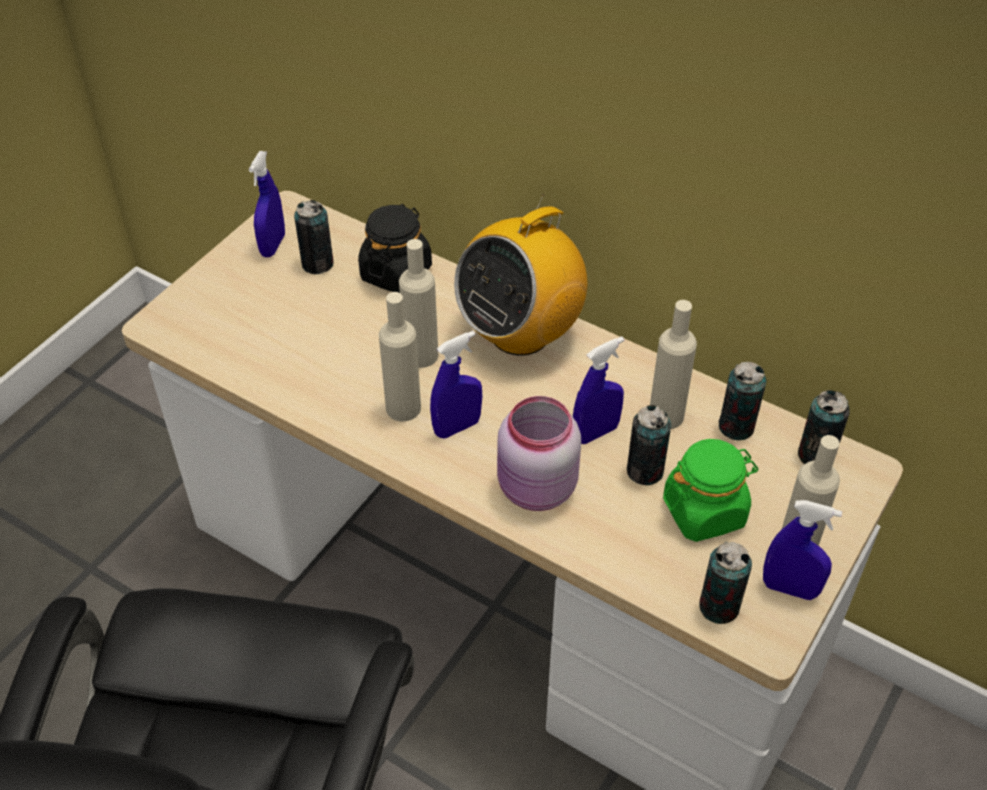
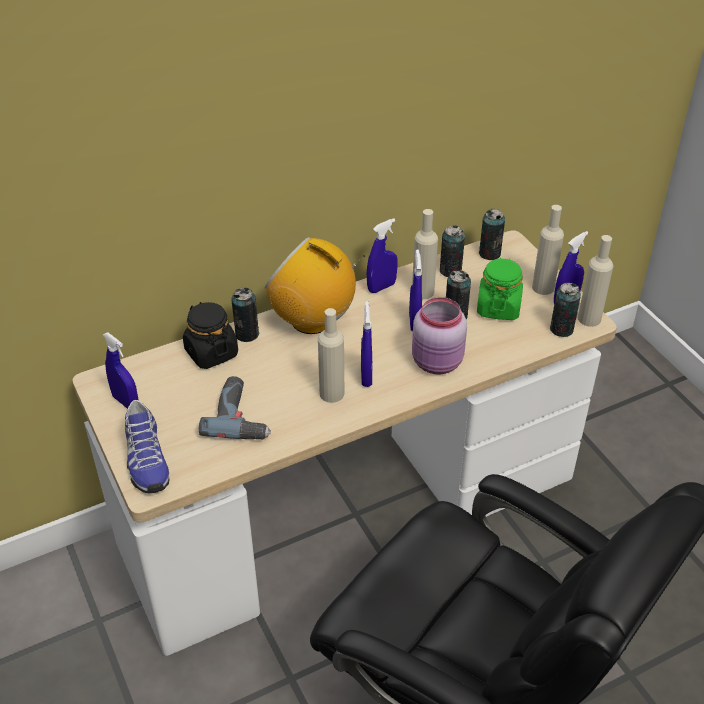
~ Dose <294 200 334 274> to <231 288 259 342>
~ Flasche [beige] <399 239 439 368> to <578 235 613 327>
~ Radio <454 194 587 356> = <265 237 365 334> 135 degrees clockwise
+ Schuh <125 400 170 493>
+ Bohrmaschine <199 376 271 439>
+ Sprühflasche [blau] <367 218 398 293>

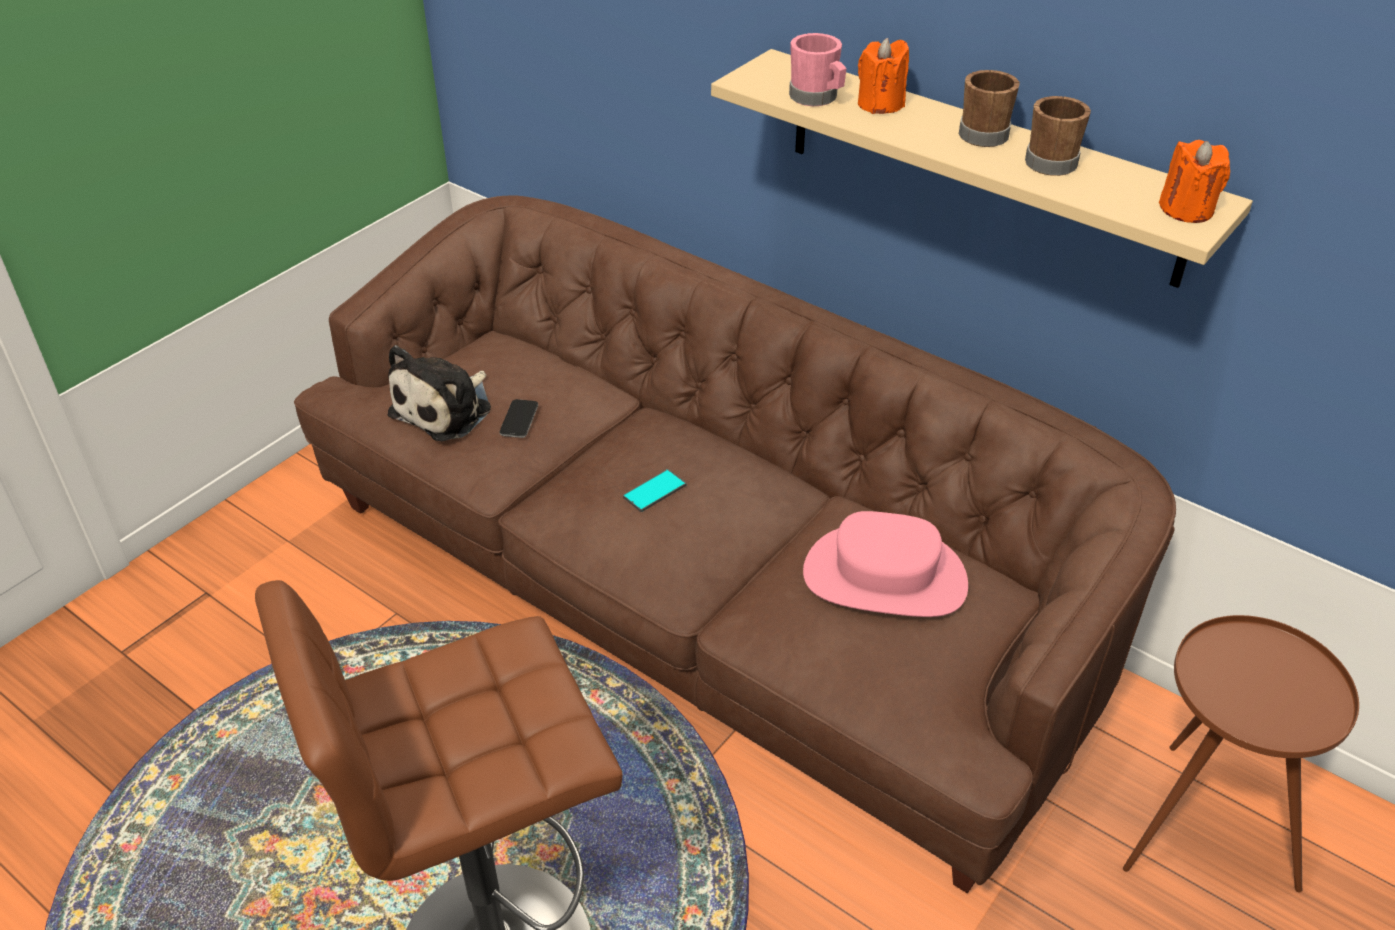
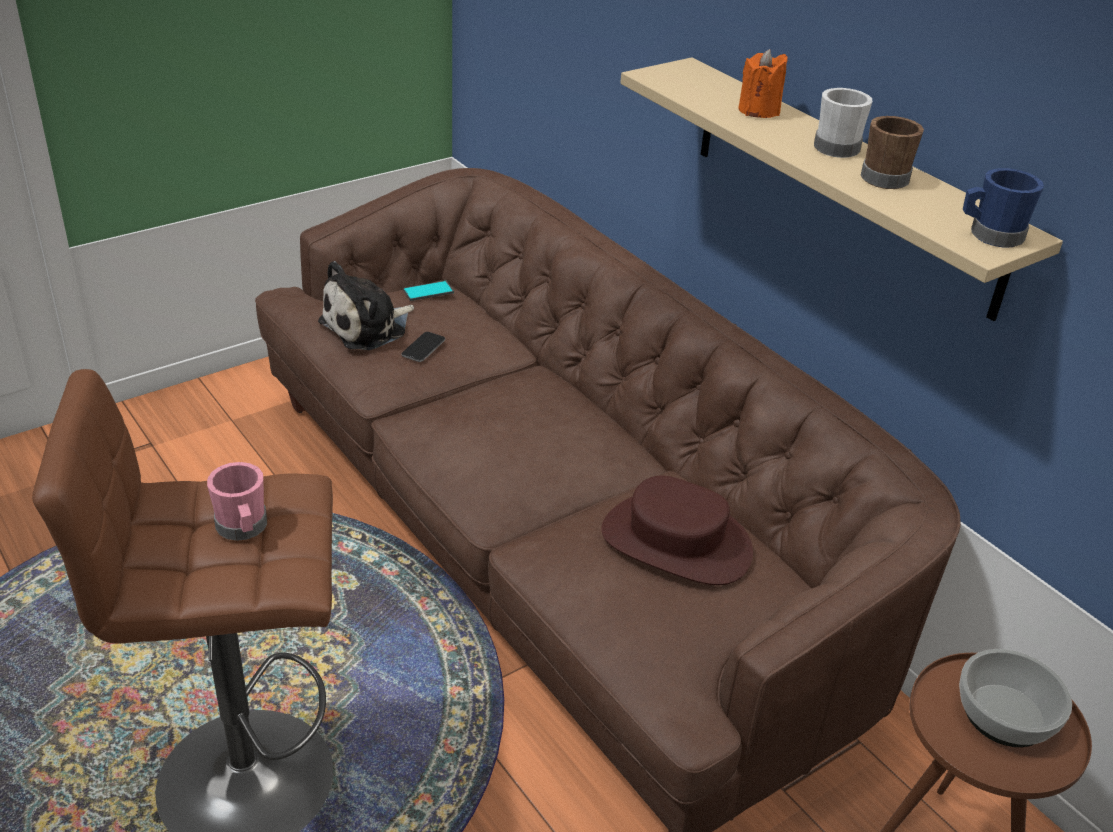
~ Handy <623 469 687 512> to <403 281 454 301>
~ Henkelbecher [rosa] <789 33 847 106> to <207 462 267 541>
~ Hut [rosa] <803 511 968 617> to Hut [braun] <601 476 753 585>
~ Henkelbecher [braun] <959 70 1020 147> to Henkelbecher [weiß] <814 88 872 158>
~ Kerze [orange] <1159 140 1230 223> to Henkelbecher [blau] <963 168 1044 248>
+ Schüssel <959 649 1072 747>

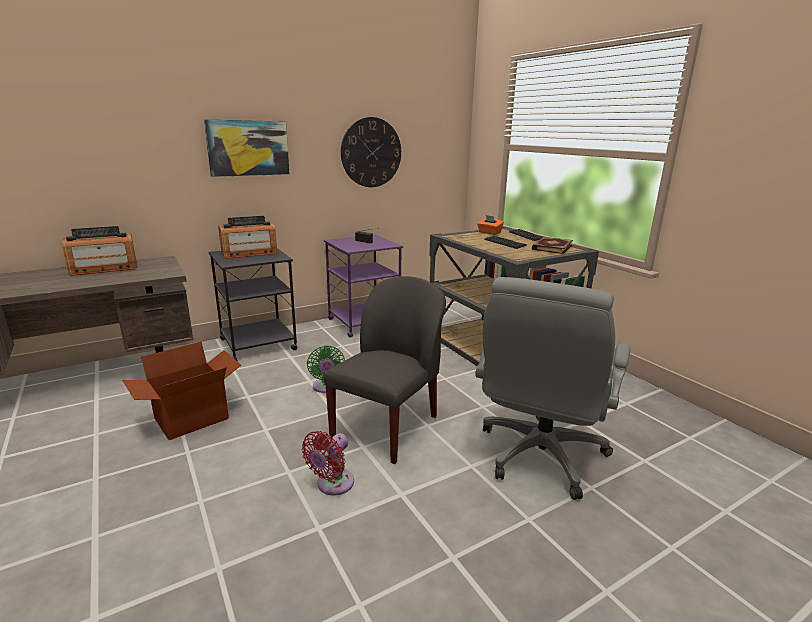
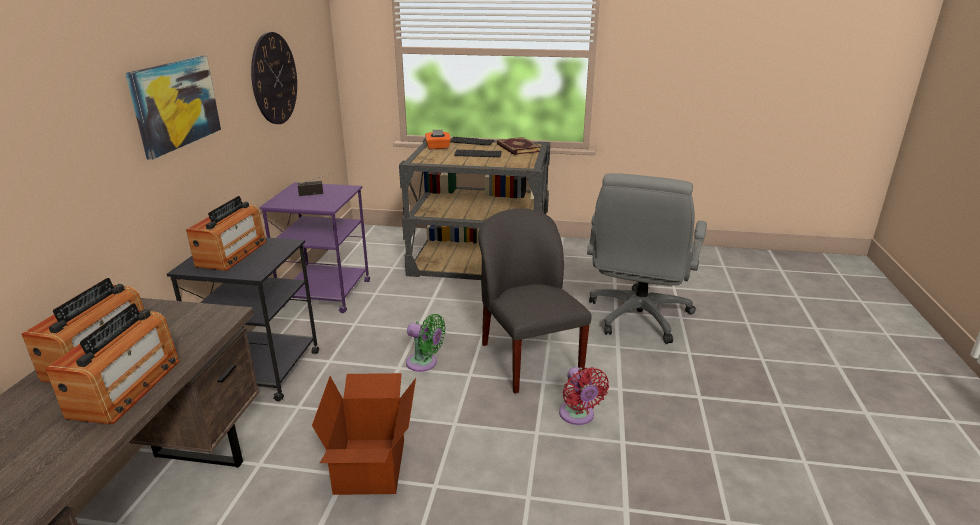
~ Bürostuhl [grau] <475 277 630 500> = <587 173 707 344> 45 degrees clockwise
+ Radio <45 303 180 424>

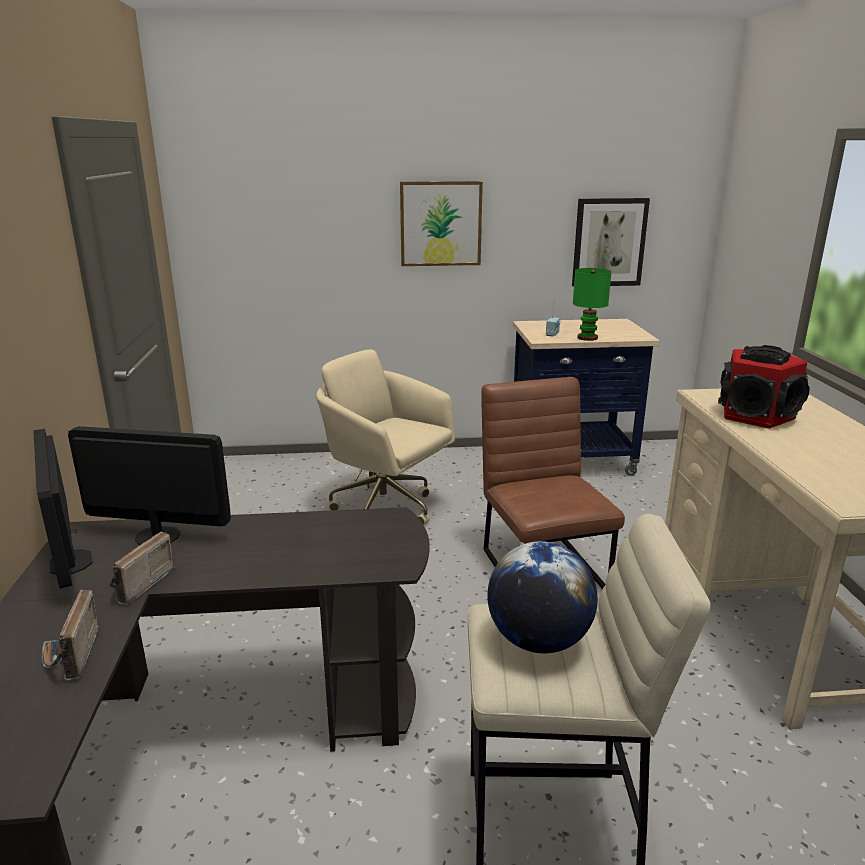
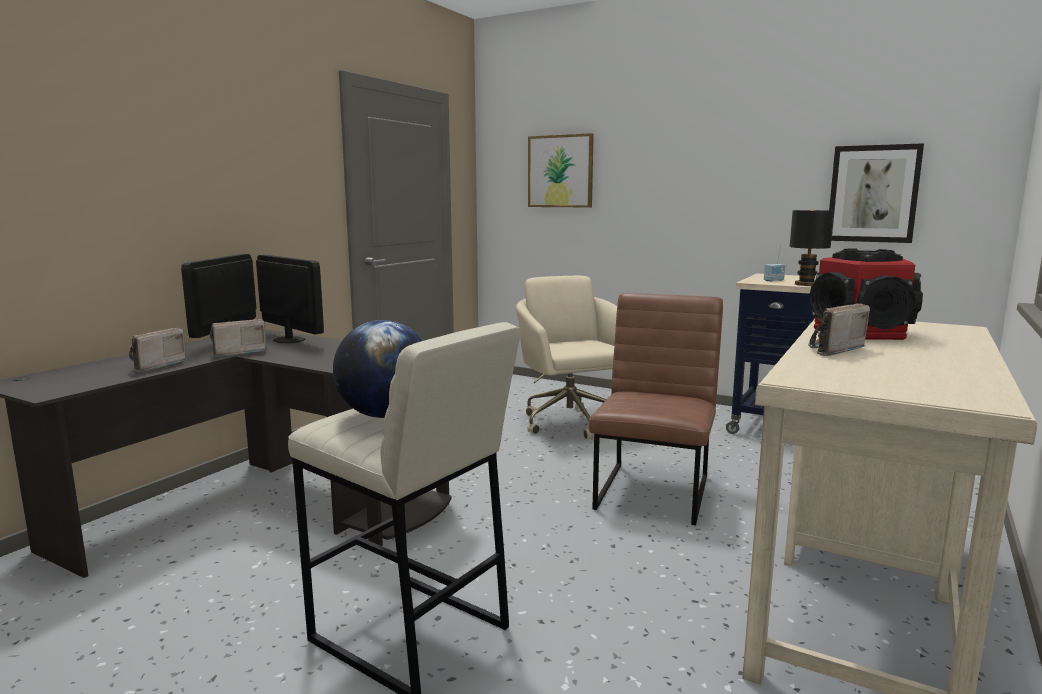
~ Bild <400 181 483 266> to <528 133 594 208>
~ Tischlampe [grün] <573 268 612 341> to Tischlampe [schwarz] <789 210 834 286>
+ Radio <808 303 870 356>

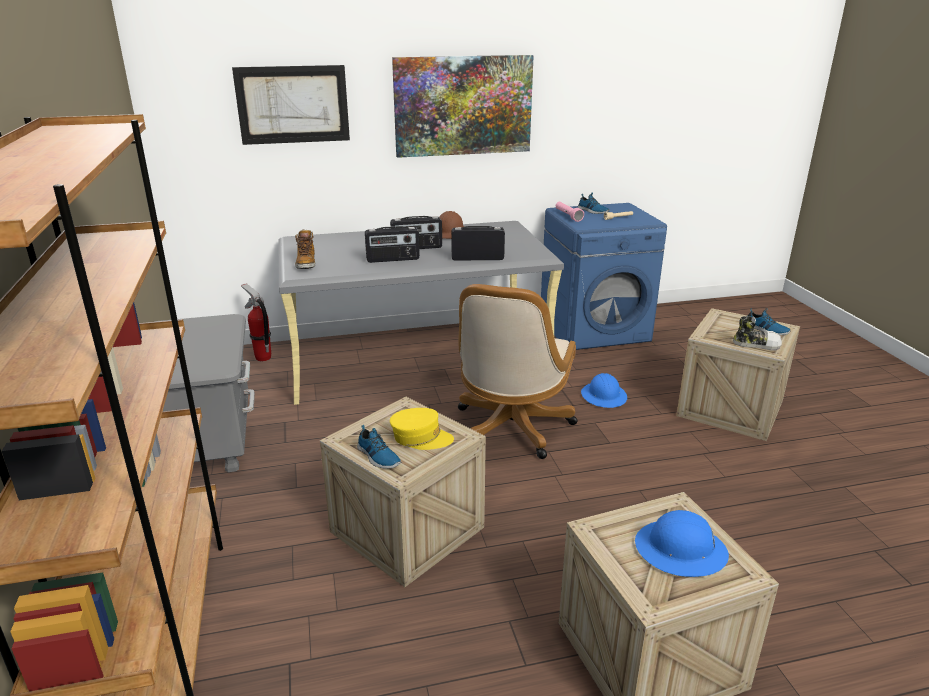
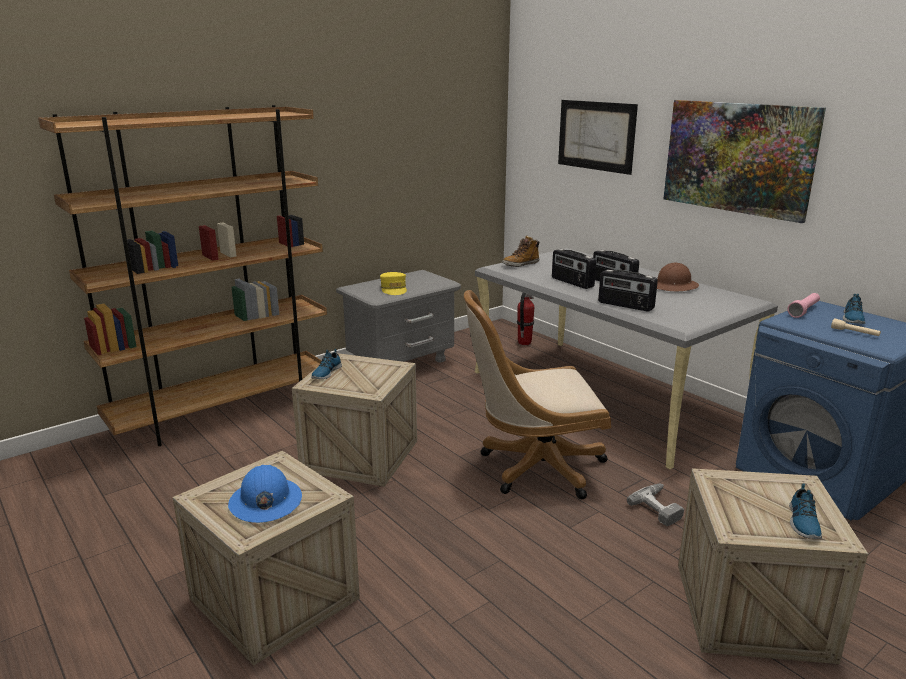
~ Kappe [gelb] <390 408 454 450> to <380 272 407 295>
~ Radio <451 226 505 261> = <598 270 658 312> 150 degrees clockwise
~ Schutzhelm [blau] <581 373 627 408> to Bohrmaschine <627 484 684 526>
- Schuh <733 316 782 350>

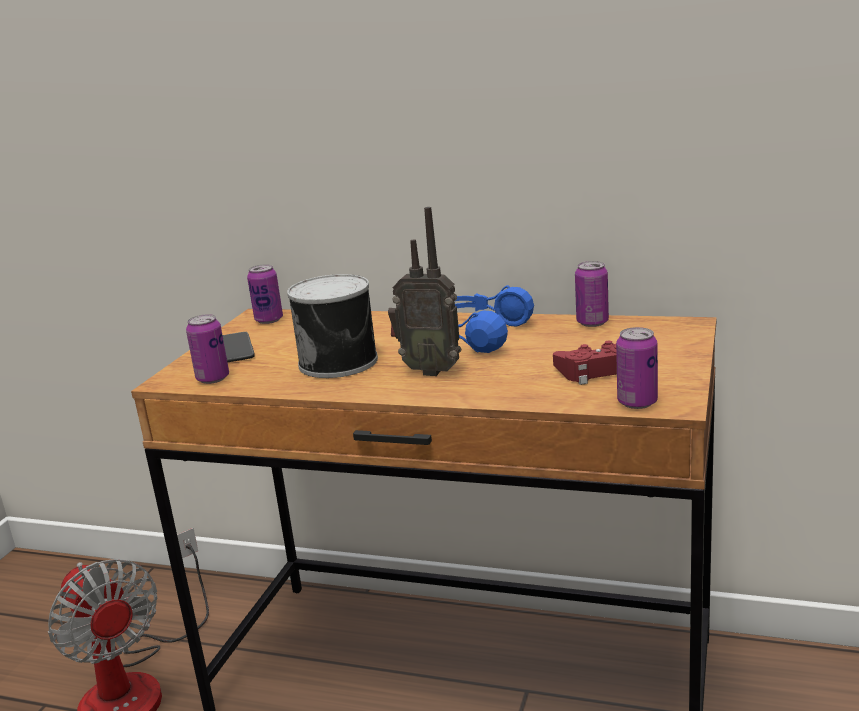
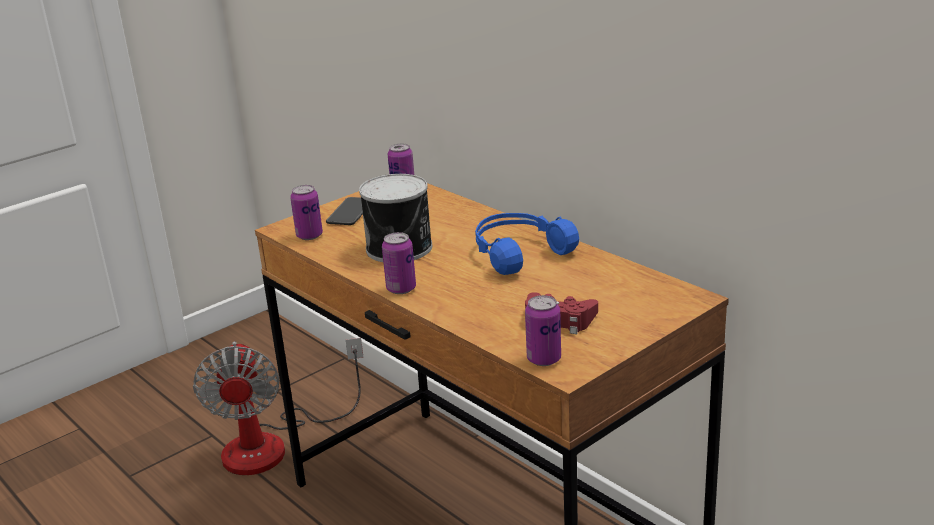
- Radio <388 207 461 376>
~ Dose <575 261 609 327> to <382 232 416 294>

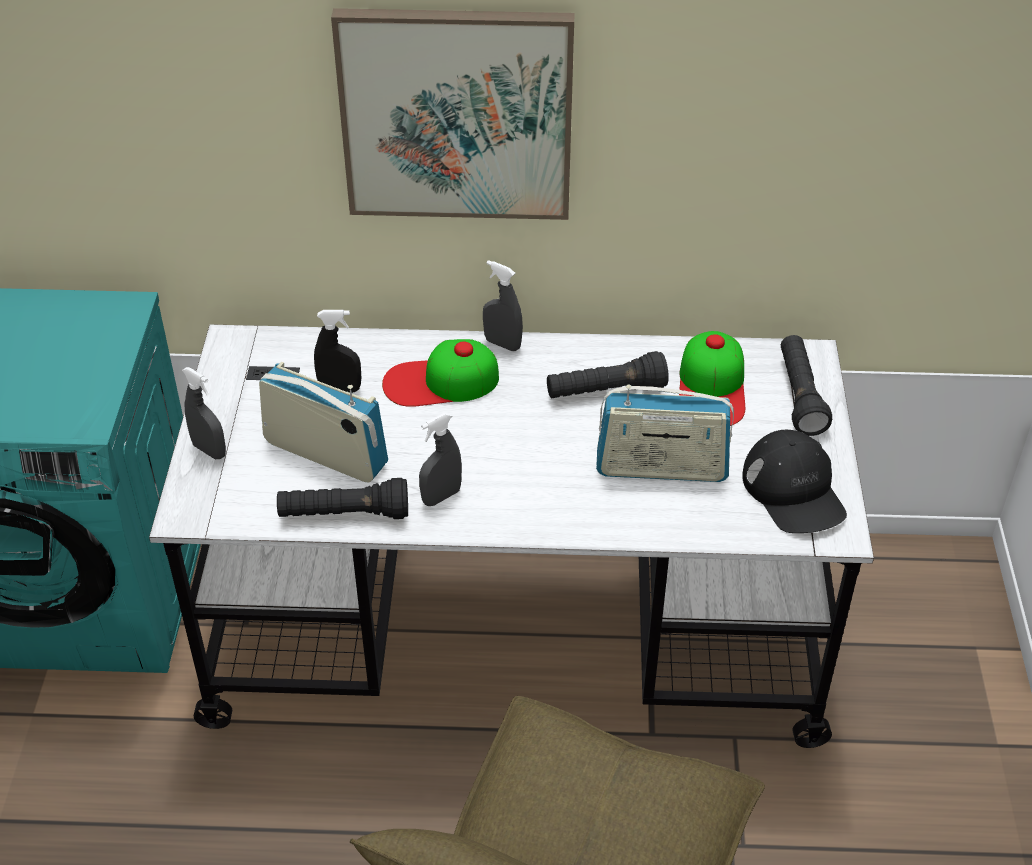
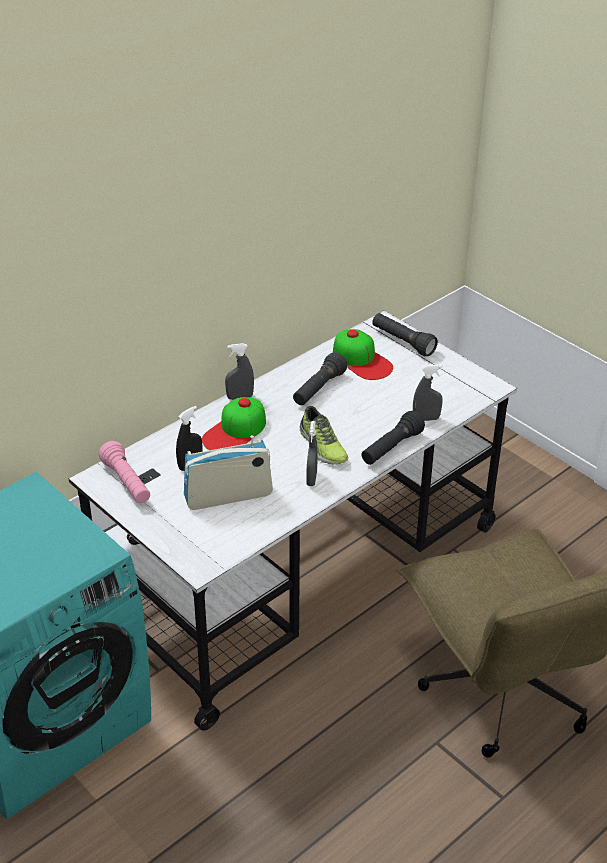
~ Sprühflasche [grau] <182 367 226 459> to <413 365 443 421>
~ Taschenlampe [schwarz] <277 478 408 519> to <361 411 425 465>
- Bild <331 8 574 220>
- Radio <596 385 734 482>
- Kappe [schwarz] <742 430 847 533>
+ Taschenlampe [rosa] <99 441 150 503>
+ Schuh <300 406 348 465>

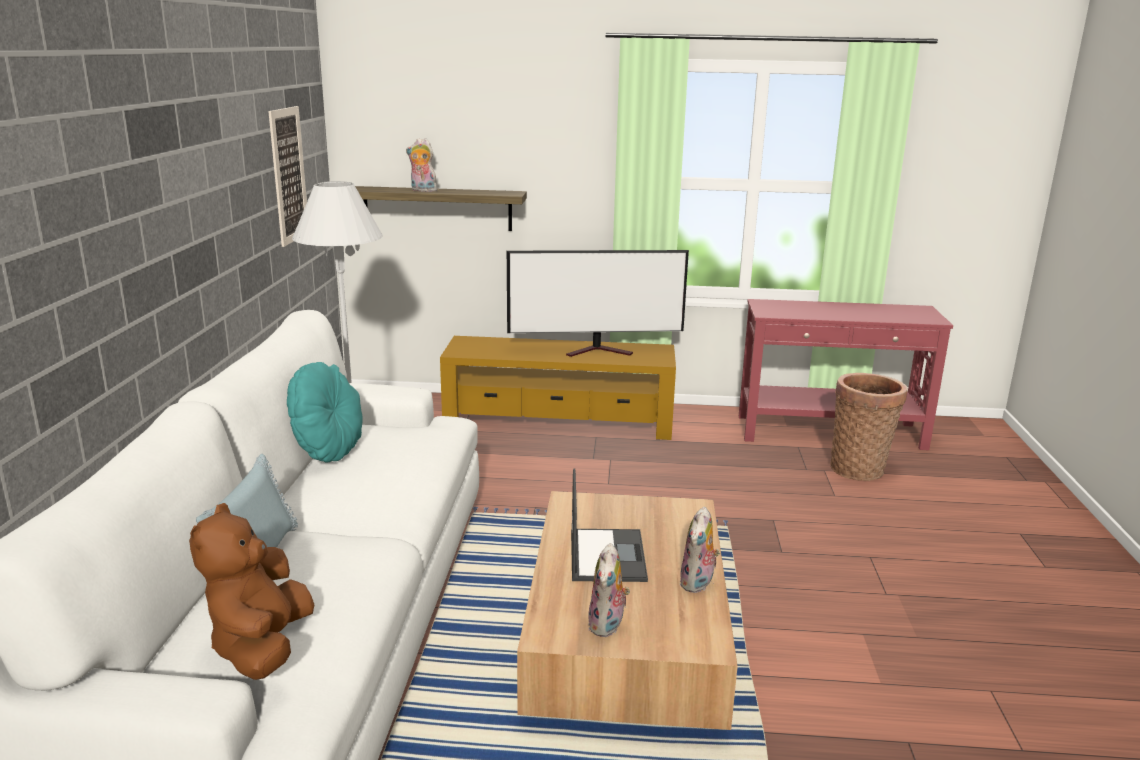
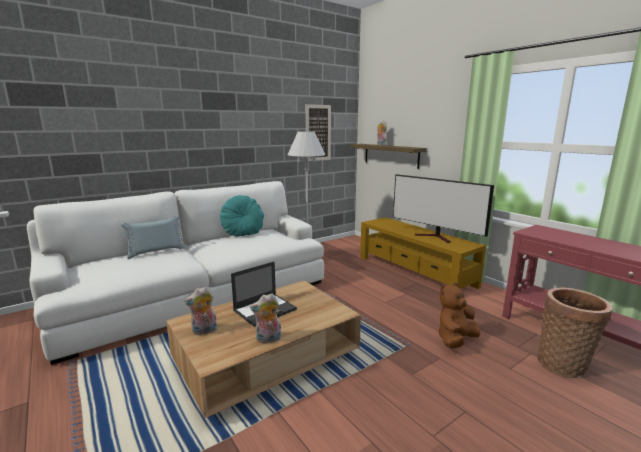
~ Plüschtier [braun] <189 503 314 680> to <439 282 480 349>

